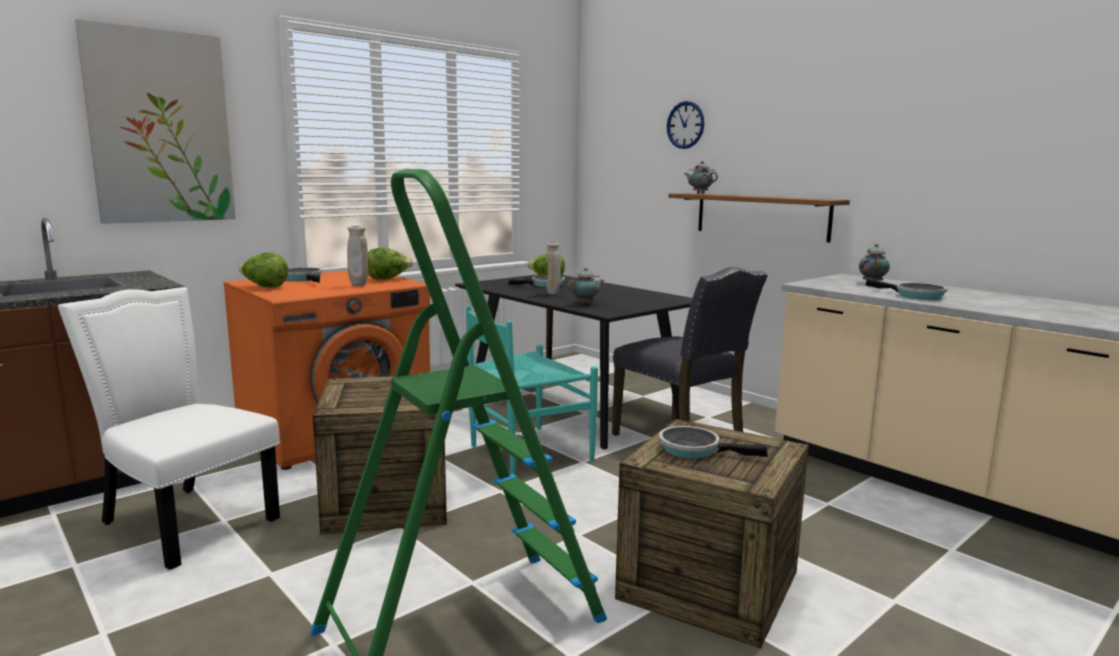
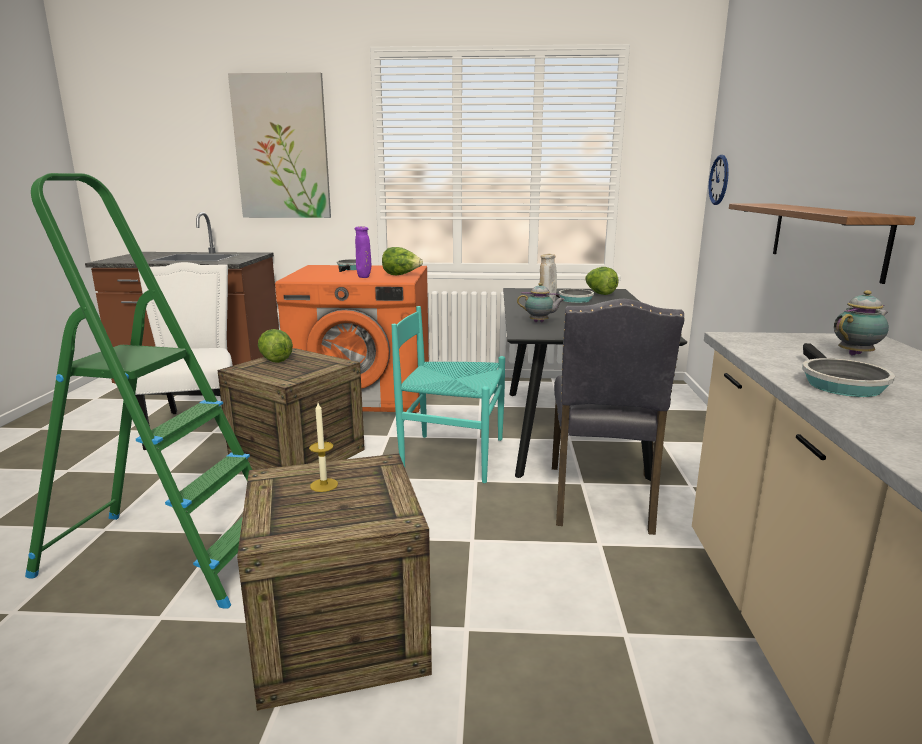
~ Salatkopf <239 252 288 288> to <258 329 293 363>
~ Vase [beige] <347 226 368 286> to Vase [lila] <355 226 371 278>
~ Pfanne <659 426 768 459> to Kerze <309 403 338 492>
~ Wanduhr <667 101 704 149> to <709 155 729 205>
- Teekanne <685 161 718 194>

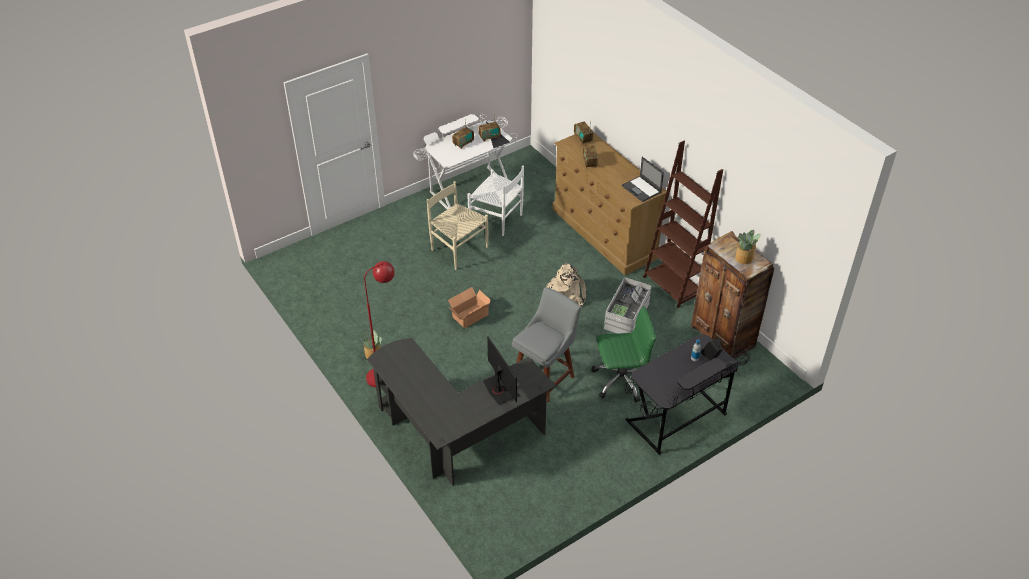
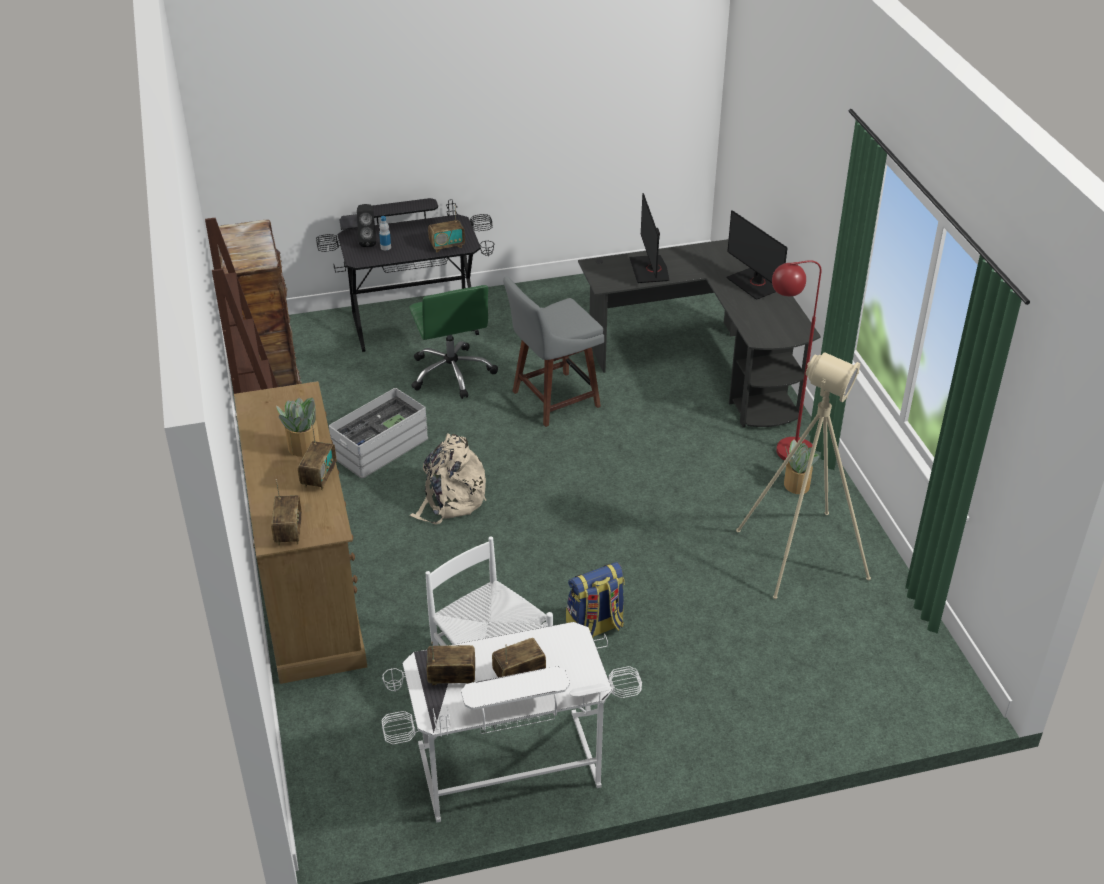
~ Stuhl [beige] <427 181 488 270> to Rucksack <566 562 625 637>
- Karton <448 287 491 328>
~ Bürostuhl [grün] <591 306 656 402> = <409 285 498 399> 120 degrees counterclockwise
- Laptop <622 157 664 202>
~ Topfpflanze <735 230 761 264> to <276 397 320 457>
+ Radio <428 205 465 252>
+ Monitor <727 210 788 300>
+ Stehlampe [beige] <736 352 871 599>

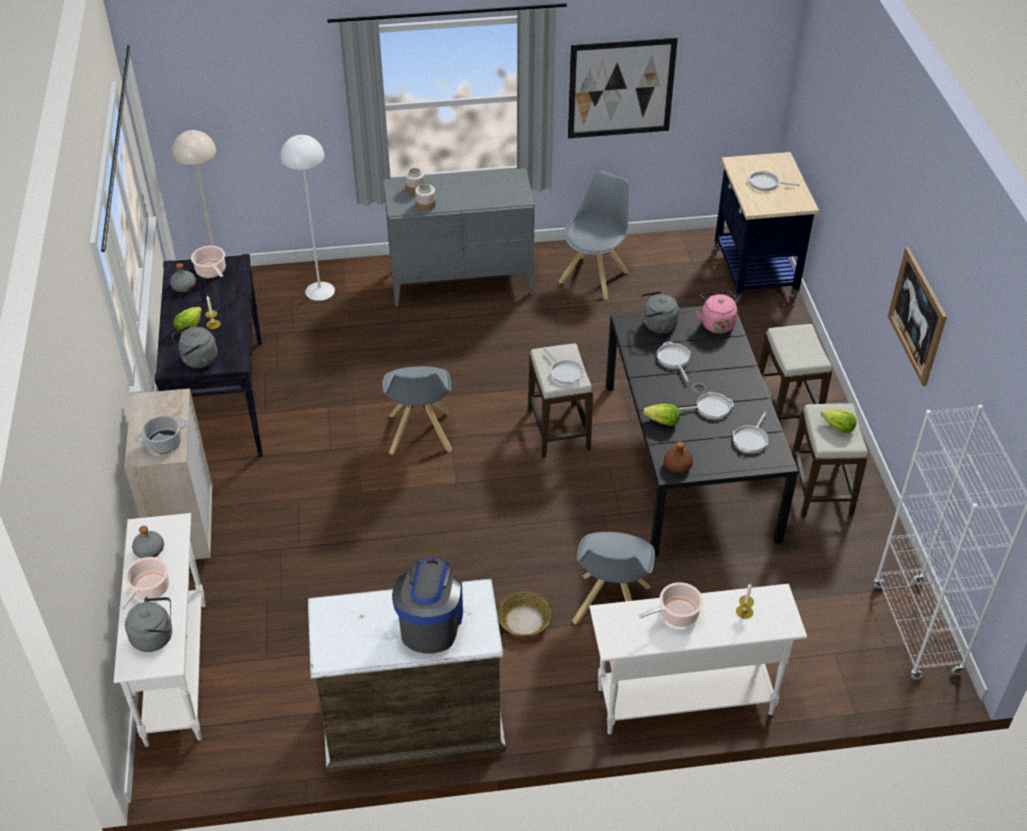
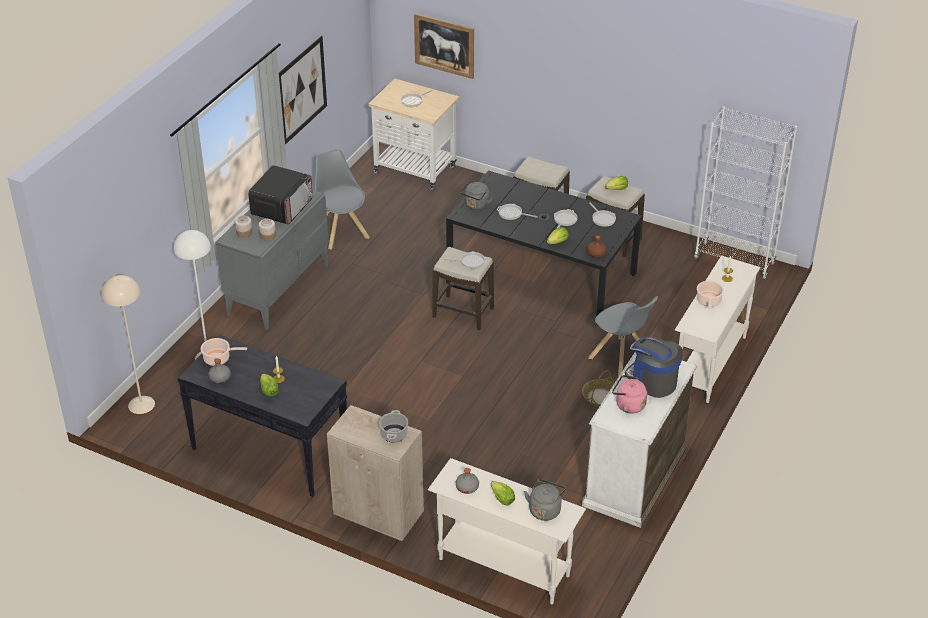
~ Kochtopf <119 557 169 610> to Salatkopf <491 481 515 506>
- Wasserkessel [grau] <171 325 217 368>
- Stuhl [grau] <383 366 453 455>
~ Wasserkessel [rosa] <696 291 737 334> to <612 375 647 414>
~ Rollwagen [blau] <714 152 819 304> to Rollwagen [weiß] <368 79 459 191>
~ Bild <888 247 947 386> to <414 13 474 79>
+ Mikrowelle <248 165 313 225>

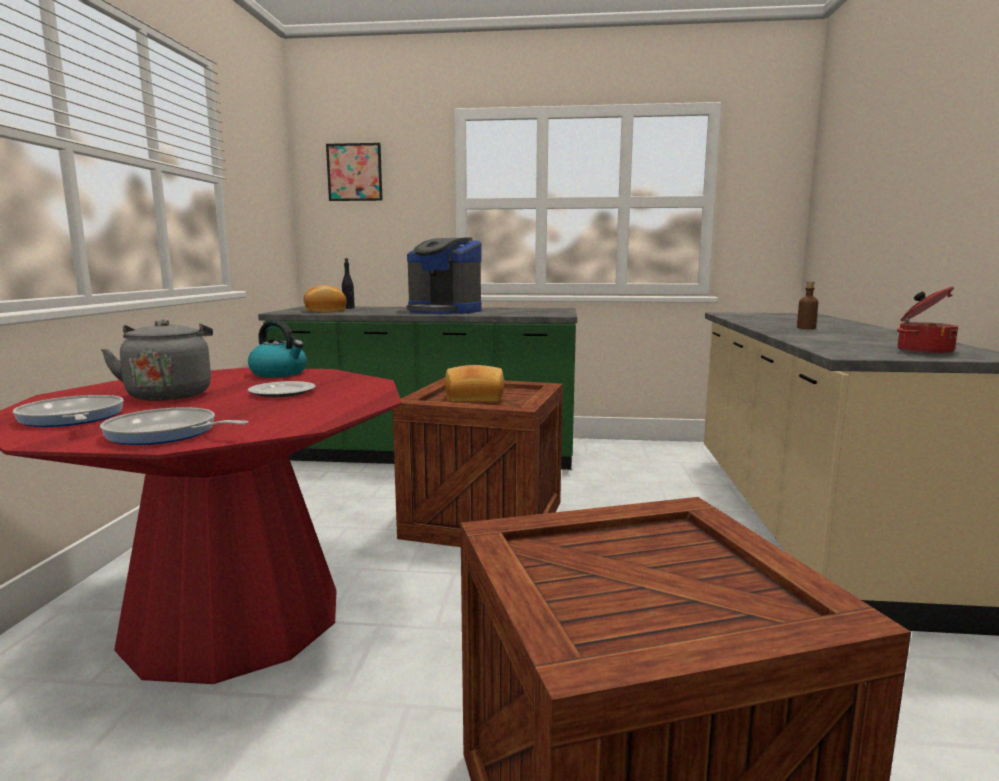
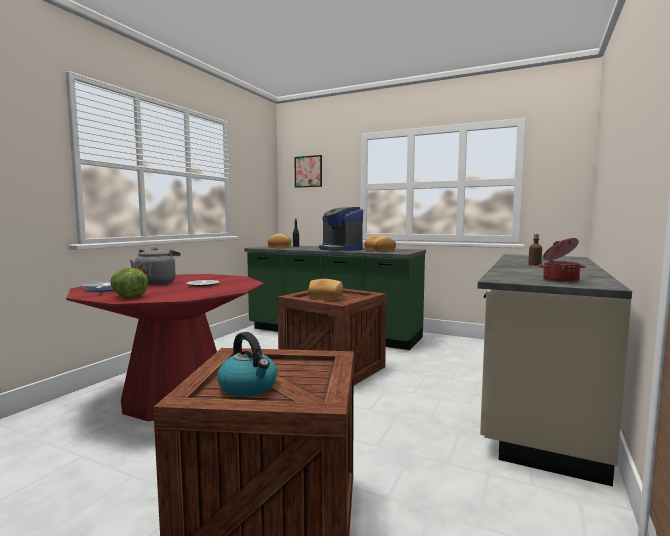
~ Pfanne <100 407 249 445> to Salatkopf <111 268 148 298>
~ Wasserkessel <248 320 307 377> to <217 332 277 397>
+ Brot <364 235 396 252>

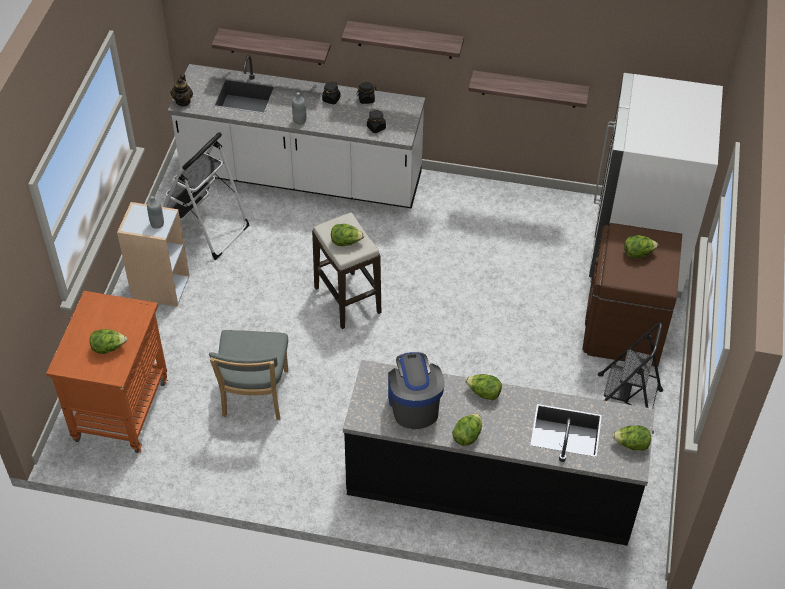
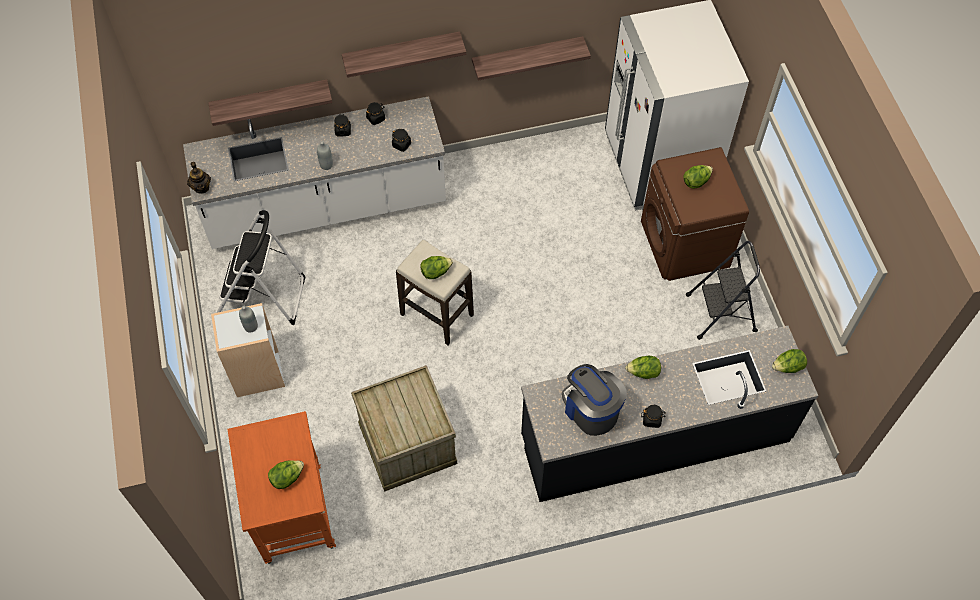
~ Stuhl [grau] <209 330 288 420> to Kiste <351 365 457 492>
~ Salatkopf <452 413 482 446> to Vorratsglas [schwarz] <641 405 666 428>

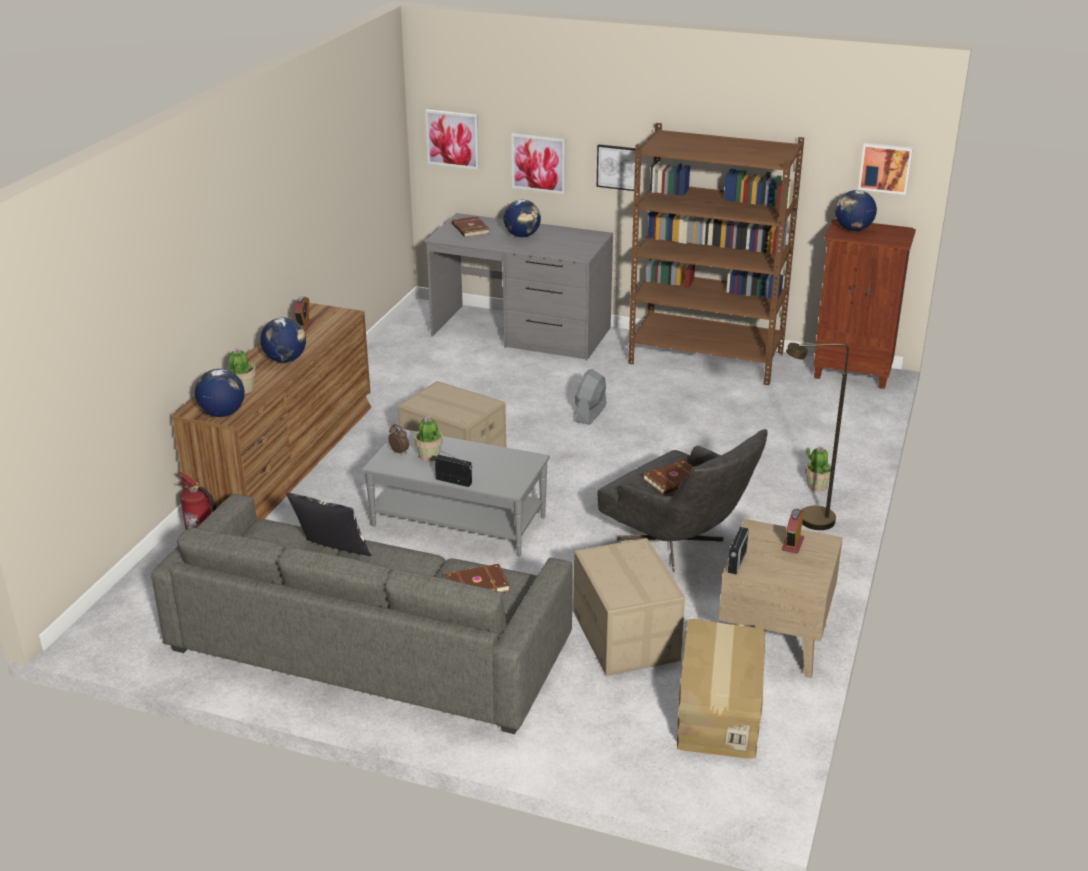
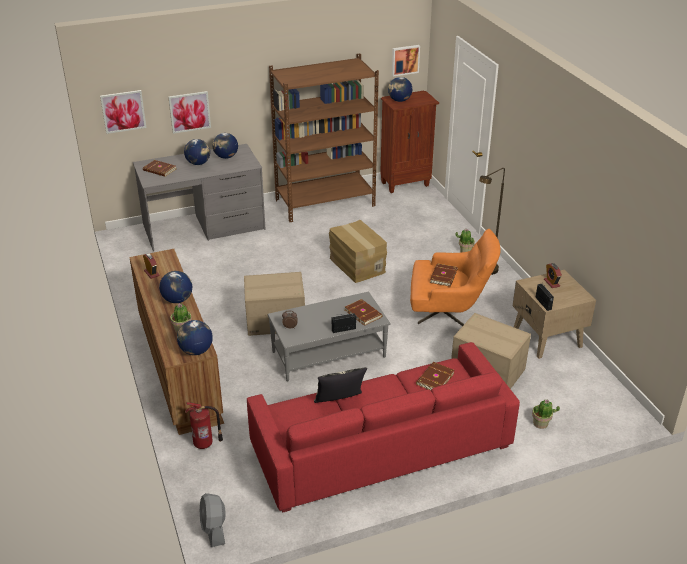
~ Sofa [grau] <151 494 572 734> to Sofa [rot] <247 342 520 513>
~ Topfpflanze <414 416 443 461> to <532 400 560 429>
~ Ventilator [grau] <574 369 606 425> to <200 493 226 547>
- Bild <597 144 639 191>
~ Sessel [grau] <597 429 768 572> to Sessel [orange] <410 229 501 326>
~ Karton <677 619 765 759> to <329 220 387 283>
+ Globus <212 133 238 159>
+ Buch [braun] <345 299 382 326>

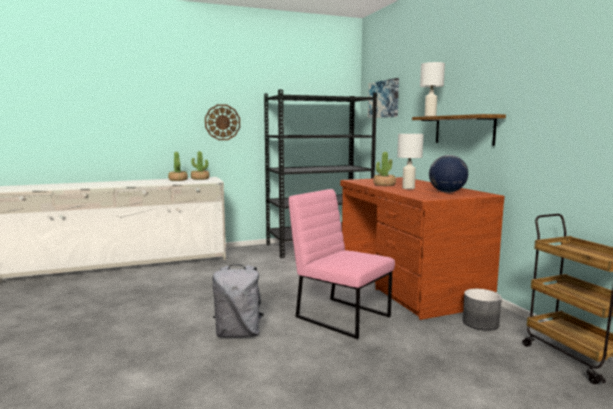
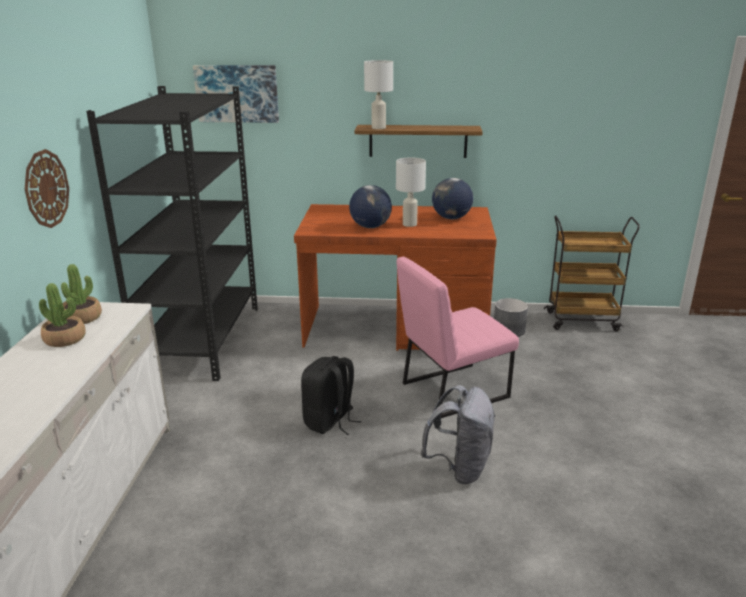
~ Topfpflanze <373 152 396 186> to Globus <349 185 392 228>
+ Rucksack [schwarz] <301 356 362 435>

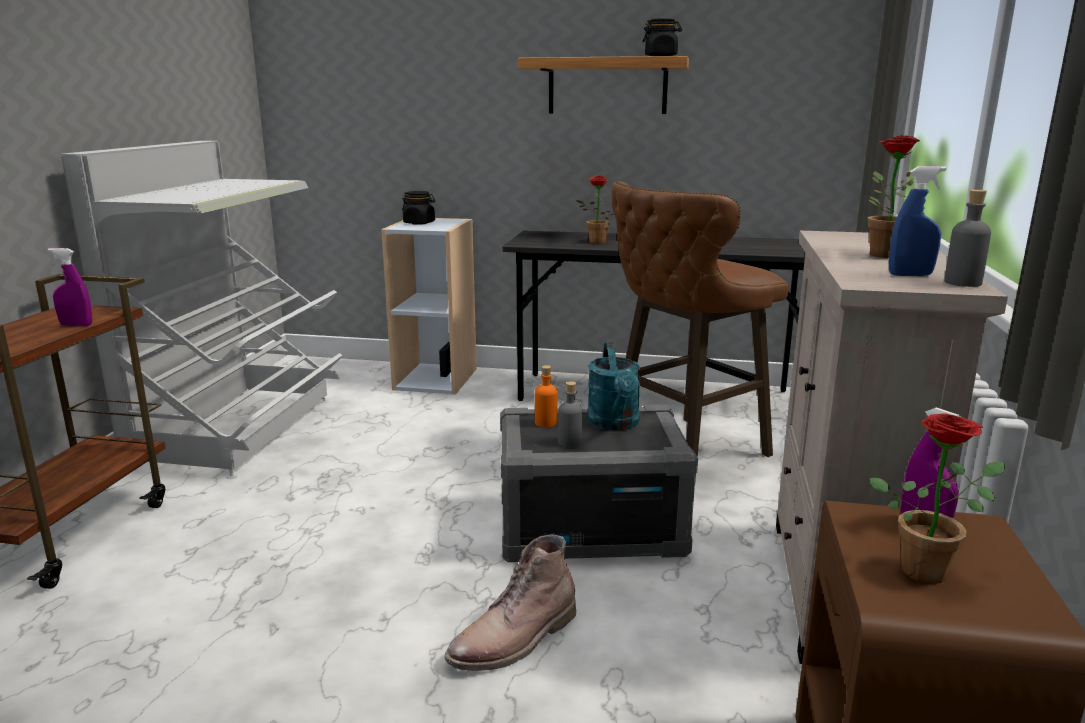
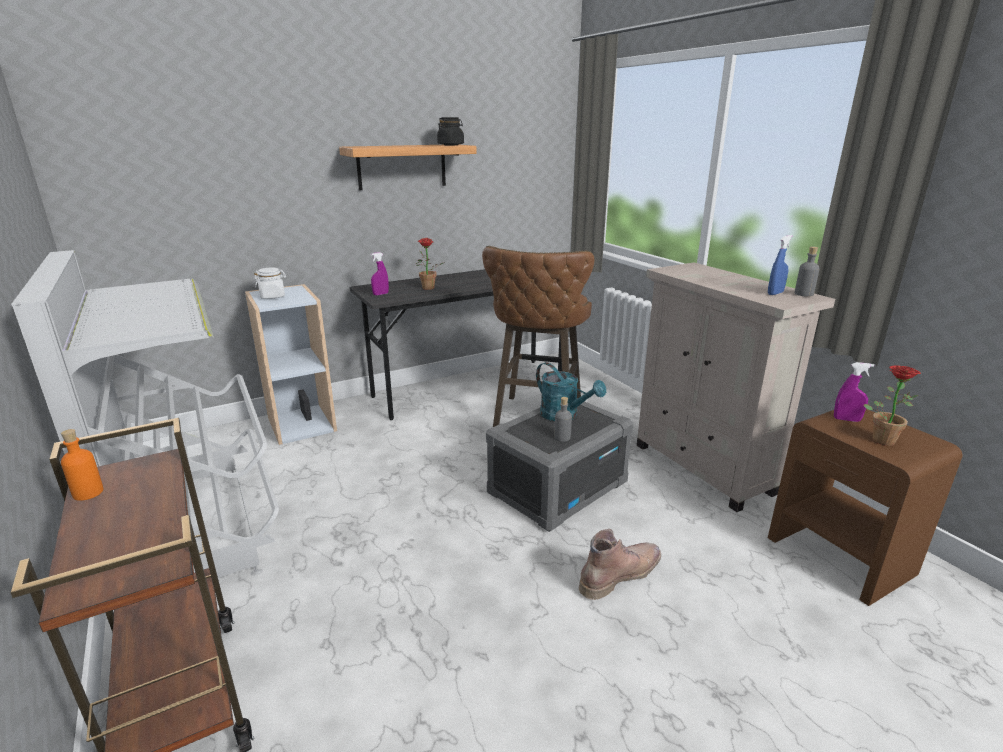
~ Sprühflasche [lila] <48 248 92 326> to <371 252 389 296>
~ Vorratsglas [schwarz] <402 191 435 225> to Vorratsglas [weiß] <254 267 286 299>
~ Stiefel [braun] <445 535 576 671> = <579 529 661 600> 135 degrees counterclockwise
~ Flasche [orange] <535 365 558 428> to <61 429 104 501>
- Topfpflanze <867 135 920 258>

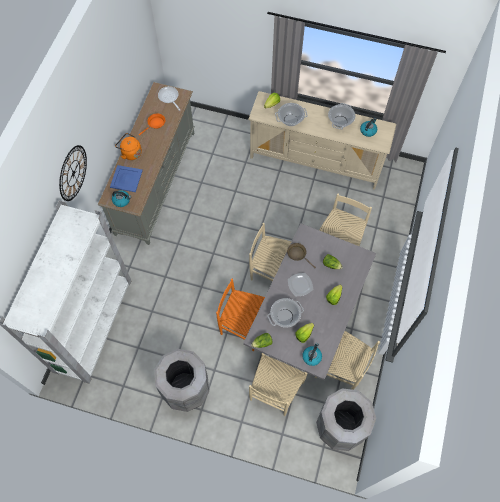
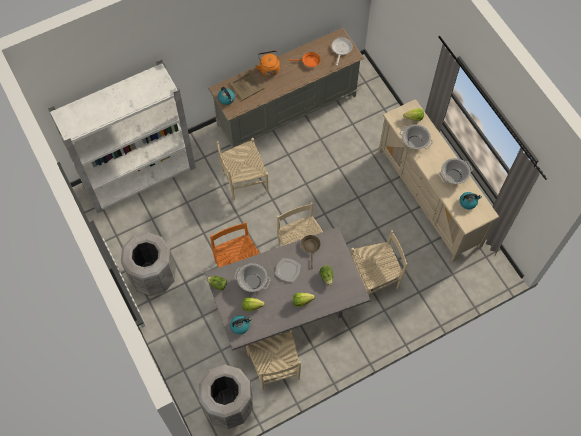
- Wanduhr <59 145 87 201>
~ Tablett [blau] <110 165 143 192> to Tablett [beige] <229 70 264 101>
~ Stuhl [beige] <249 353 308 416> to <217 138 269 200>

